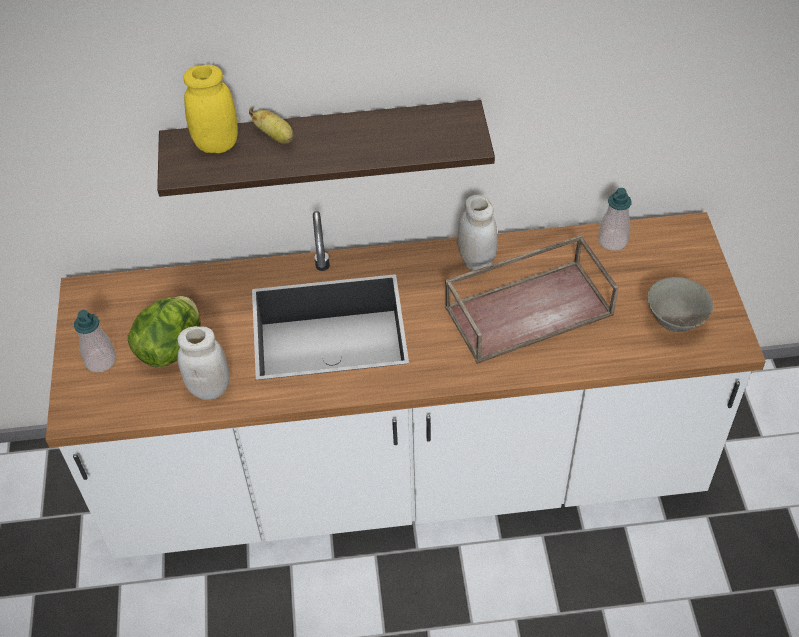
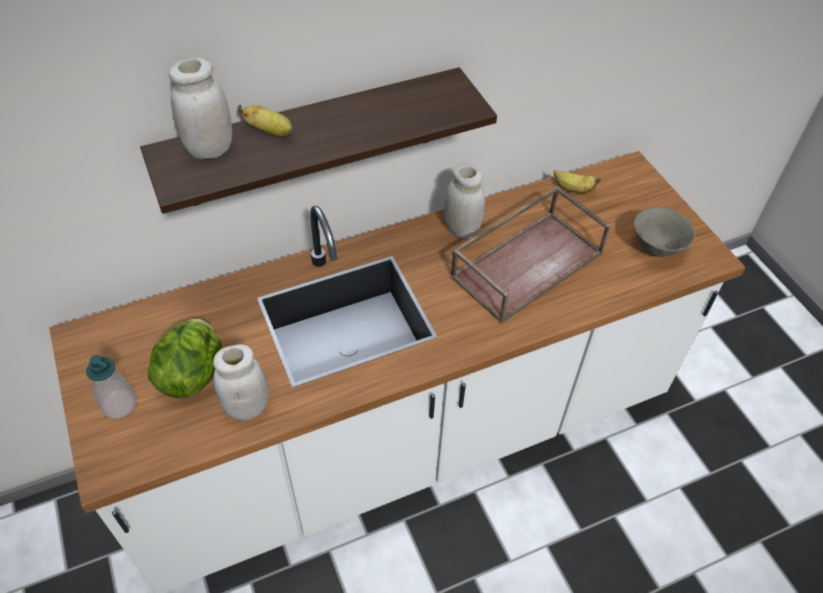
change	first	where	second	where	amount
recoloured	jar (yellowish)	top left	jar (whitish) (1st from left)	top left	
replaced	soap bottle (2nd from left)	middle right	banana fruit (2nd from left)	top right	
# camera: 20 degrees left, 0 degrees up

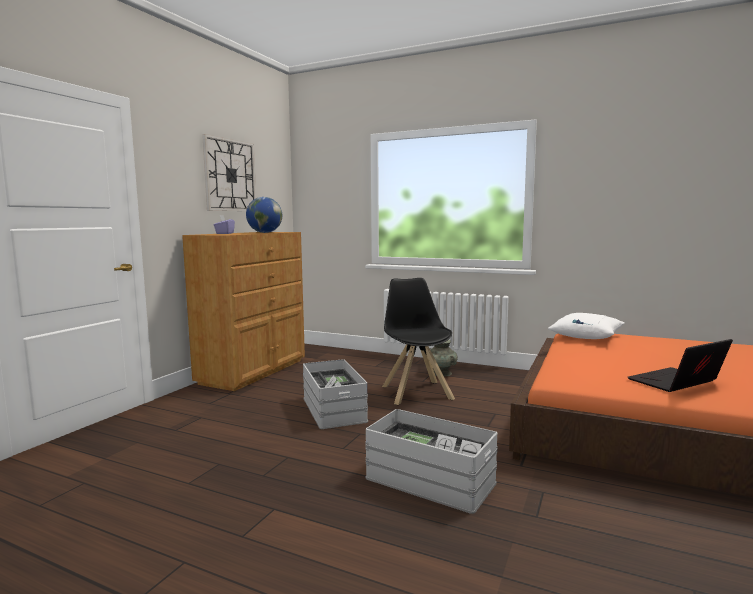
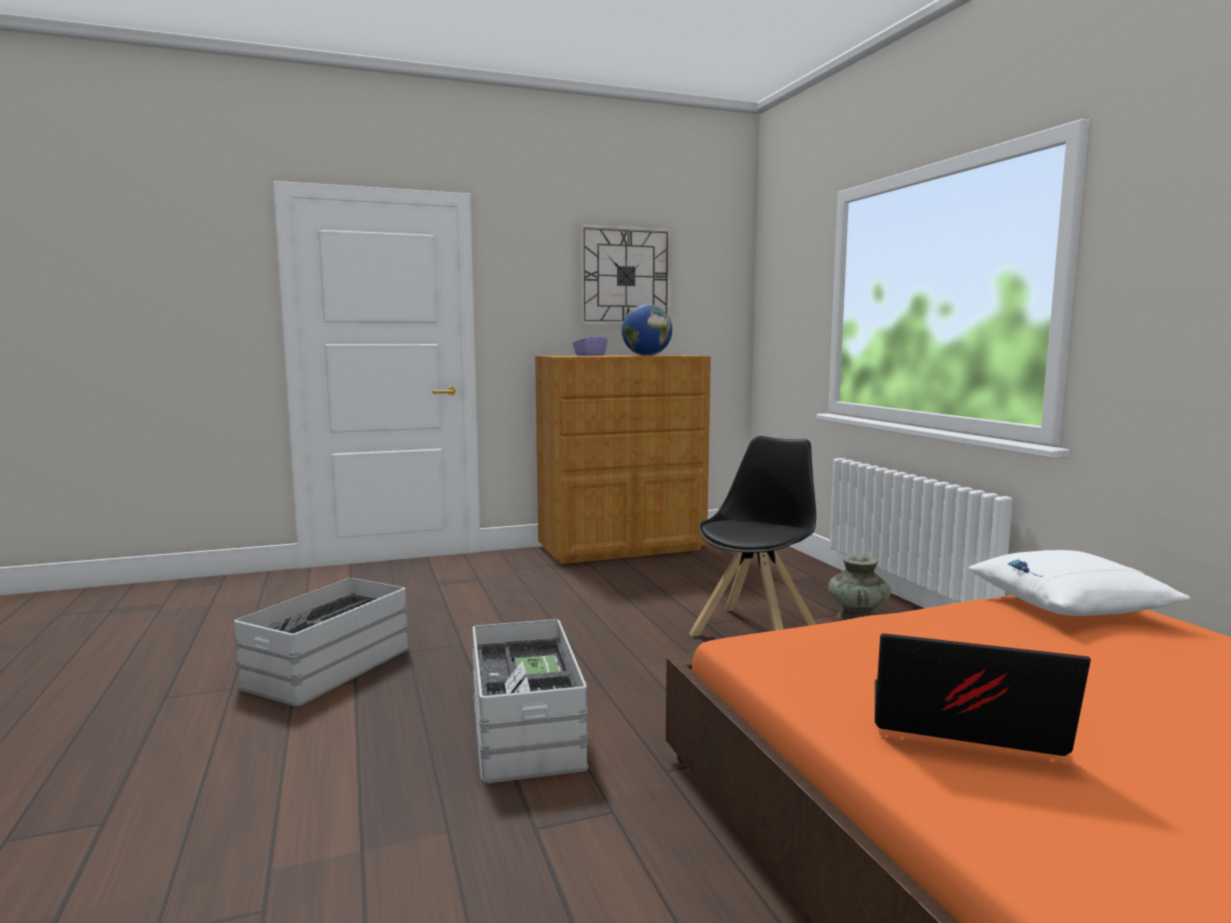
change	first	where	second	where	amount
moved	storage bin (grey) (1st from left)	centre		bottom left	
# camera: 45 degrees right, 0 degrees up

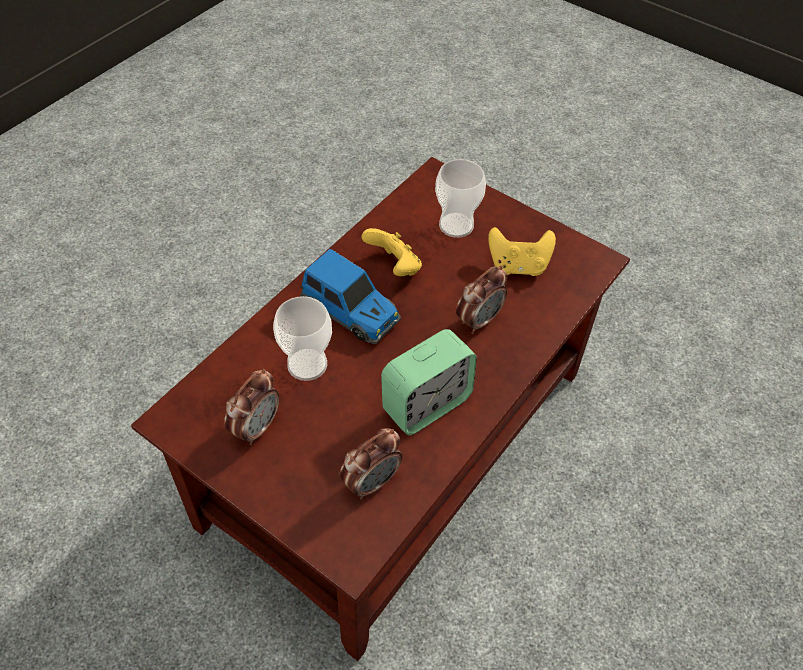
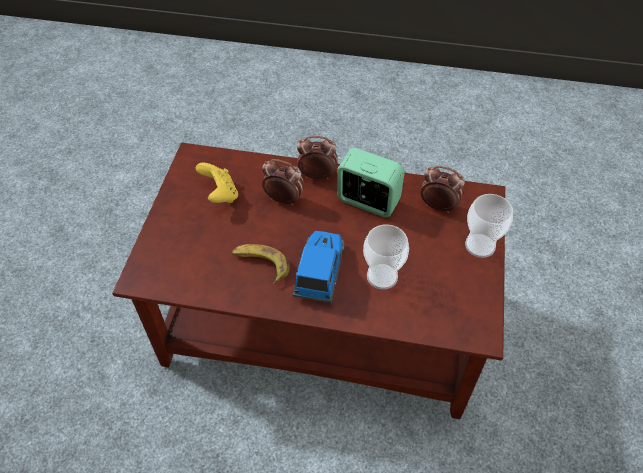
change	first	where	second	where	amount
replaced	gamepad (yellowish) (1st from left)	centre	banana fruit	centre	
moved	alarm clock (1st from left in the first image)	middle left	alarm clock (2nd from left)	centre	
moved	small cup (2nd from left)	top centre		middle right	
# camera: 115 degrees left, 0 degrees up

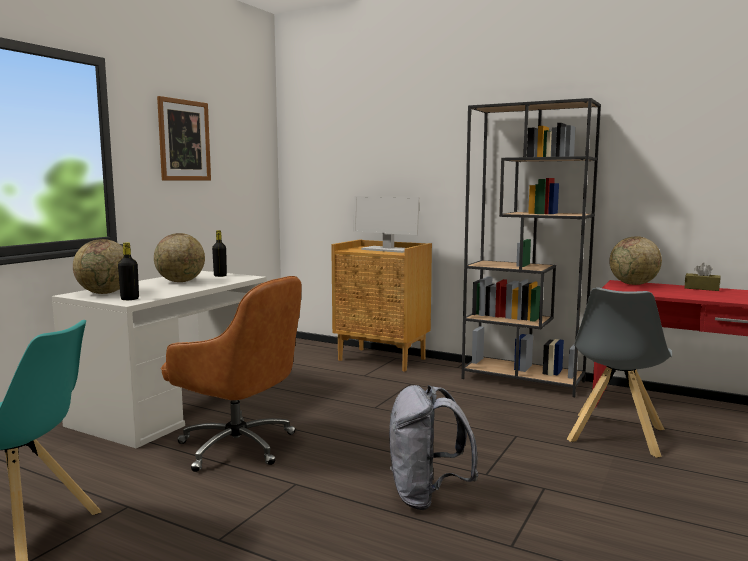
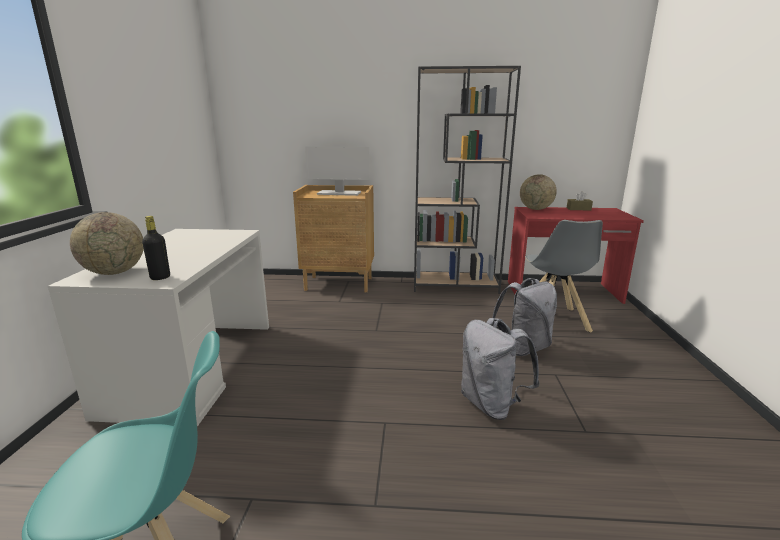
change	first	where	second	where	amount
added			backpack (grey) (2nd from left)	middle right	
removed	world globe (2nd from left)	middle left			
removed	wall art	top left			
removed	desk chair (brown)	bottom left			
removed	beverage bottle (black) (2nd from left)	middle left			
# camera: 25 degrees left, 10 degrees up

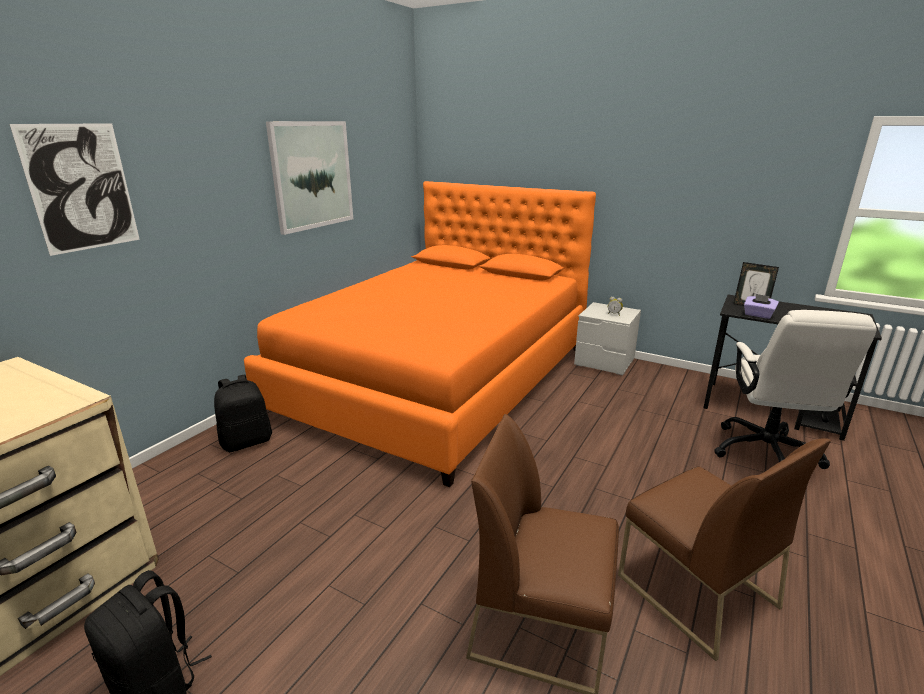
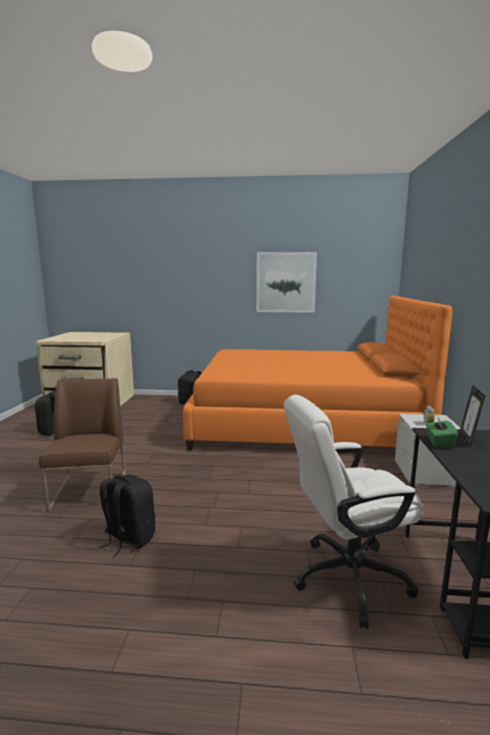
change	first	where	second	where	amount
replaced	upright chair (brown) (2nd from left)	bottom right	backpack (black) (2nd from left)	bottom left	
recoloured	tissue holder (purple)	middle right	tissue holder (greenish)	middle right	
removed	wall art (1st from left)	top left			
# camera: 65 degrees right, 10 degrees down

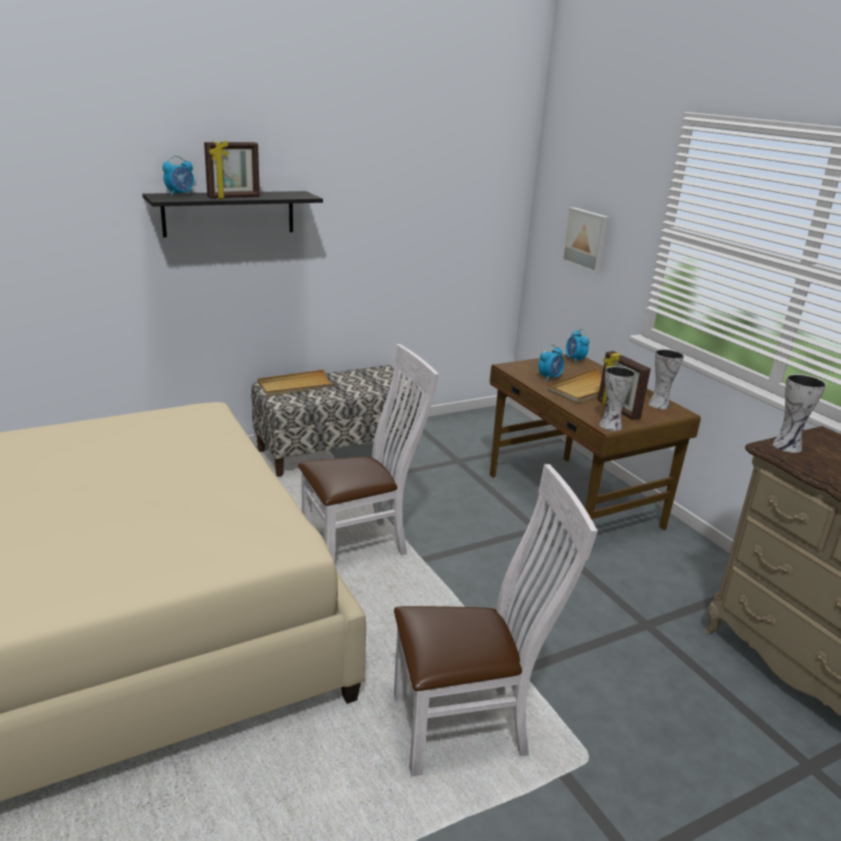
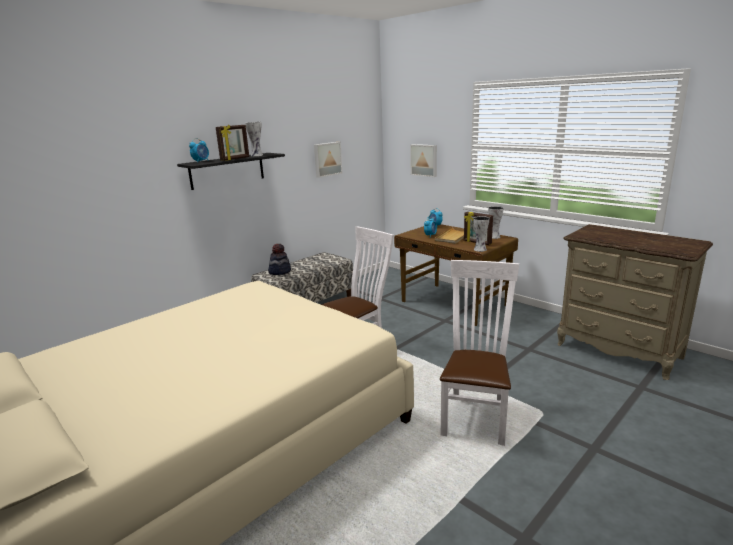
change	first	where	second	where	amount
moved	vase (3rd from left in the first image)	middle right	vase (1st from left)	top centre	
replaced	serving tray (beige) (1st from left)	centre	hat	centre	
added			wall art (1st from left)	top centre	
turned	upright chair (whitish) (2nd from left)	bottom centre		centre	45 degrees counterclockwise
# camera: 15 degrees left, 5 degrees down

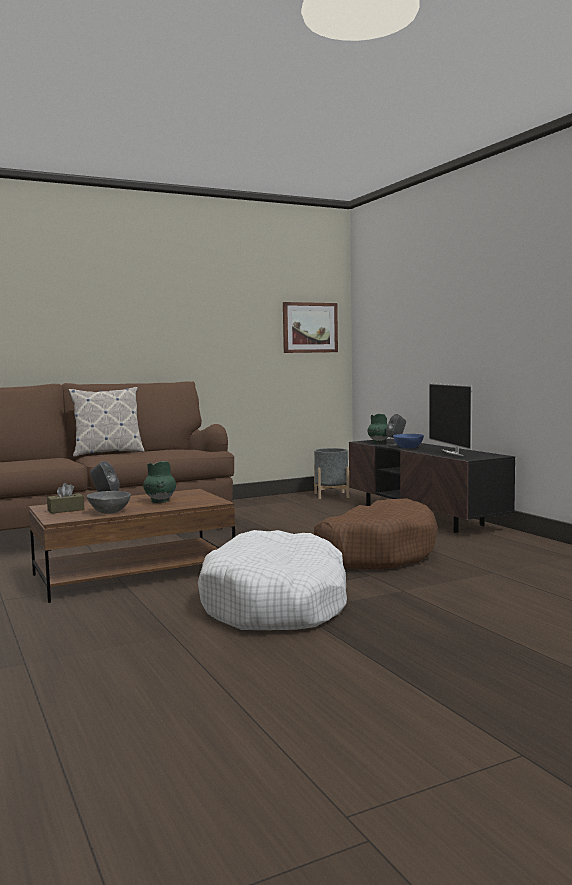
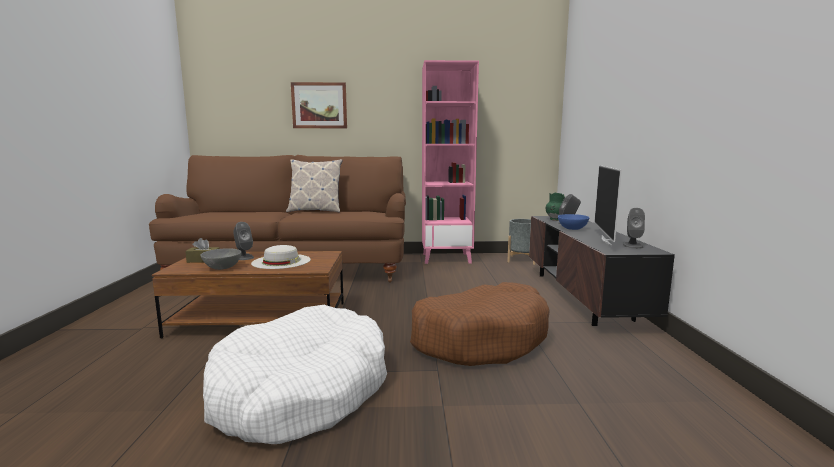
change	first	where	second	where	amount
replaced	vase (greenish) (1st from left)	middle left	hat (whitish)	centre	
moved	wall art	centre		top centre	
added			bookshelf (pink)	centre	
added			speaker (grey) (3rd from left)	middle right	
# camera: 25 degrees right, 5 degrees up

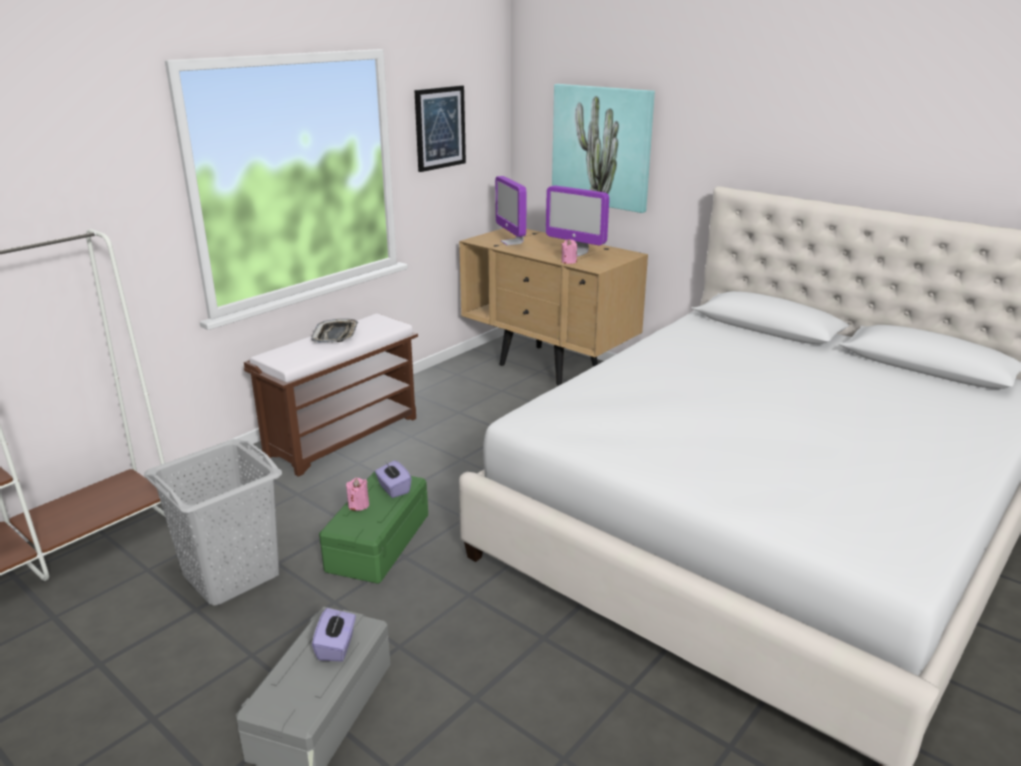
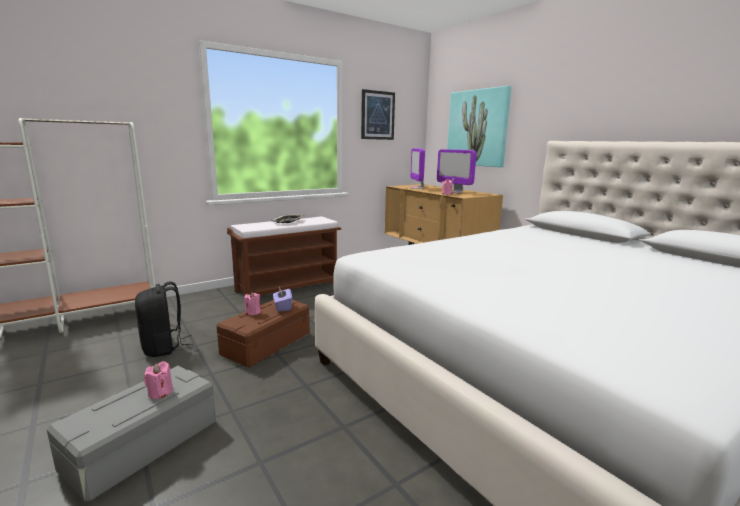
change	first	where	second	where	amount
replaced	laundry basket (grey)	bottom left	backpack (black)	middle left	
replaced	tissue holder (purple) (1st from left)	bottom left	wax candle (pink) (1st from left)	bottom left	
recoloured	storage bin (greenish)	bottom centre	storage bin (brown)	centre	
# camera: 15 degrees right, 10 degrees down

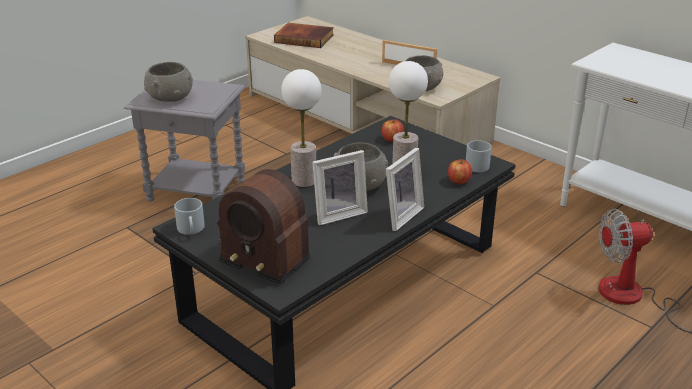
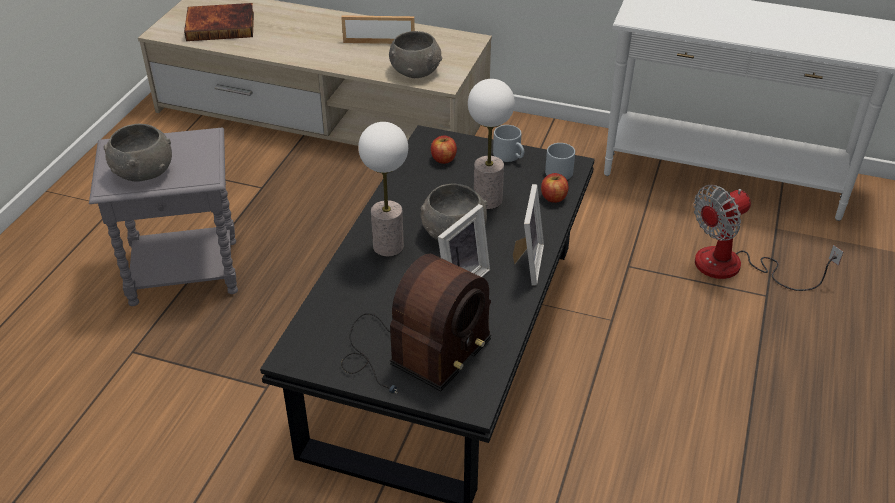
change	first	where	second	where	amount
turned	radio set	centre		centre	60 degrees counterclockwise
moved	tea mug (grey) (1st from left)	middle left		top centre	
# camera: 25 degrees left, 10 degrees up

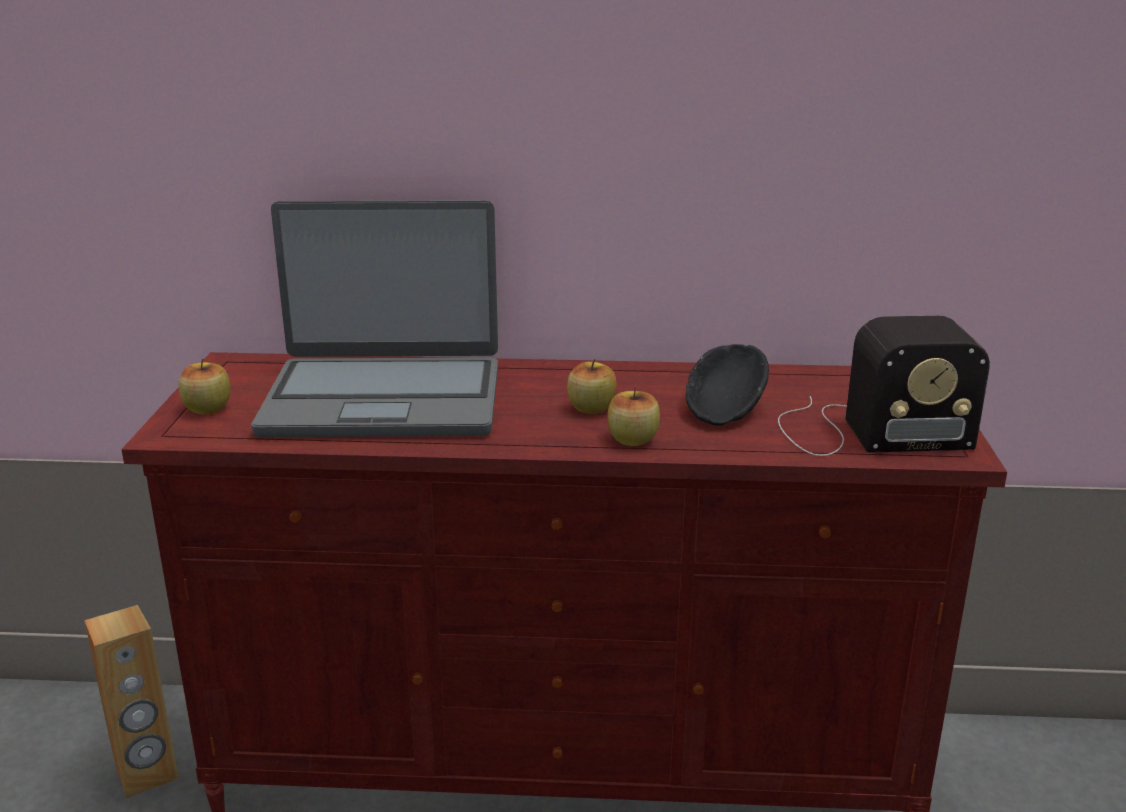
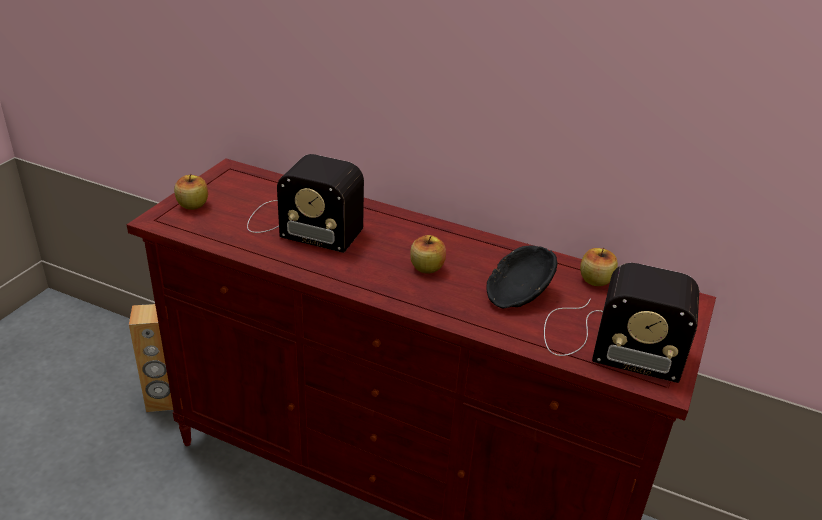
change	first	where	second	where	amount
replaced	laptop	middle left	radio set (1st from left)	centre	
moved	apple (3rd from left)	centre		middle right	
# camera: 20 degrees right, 10 degrees up

